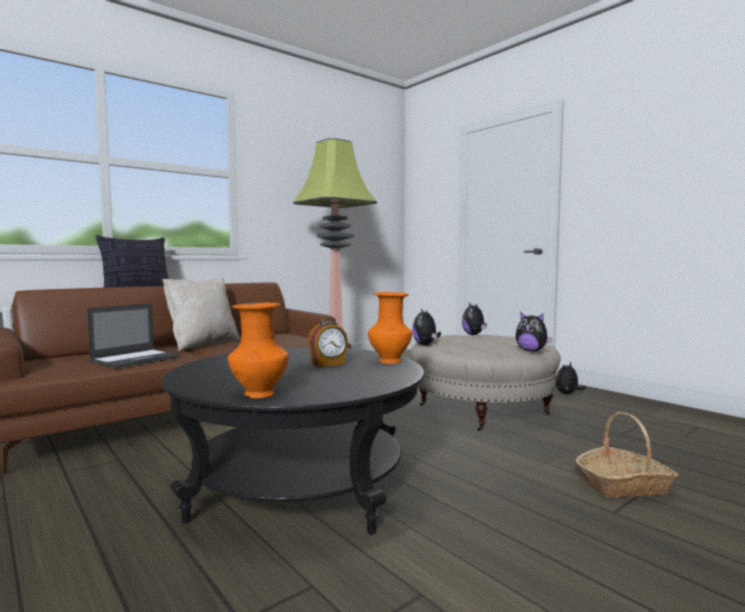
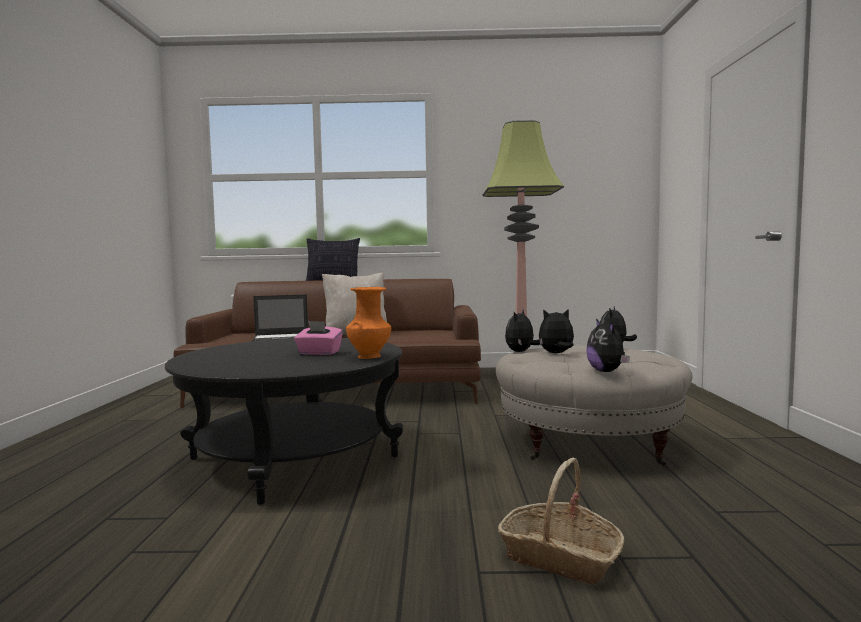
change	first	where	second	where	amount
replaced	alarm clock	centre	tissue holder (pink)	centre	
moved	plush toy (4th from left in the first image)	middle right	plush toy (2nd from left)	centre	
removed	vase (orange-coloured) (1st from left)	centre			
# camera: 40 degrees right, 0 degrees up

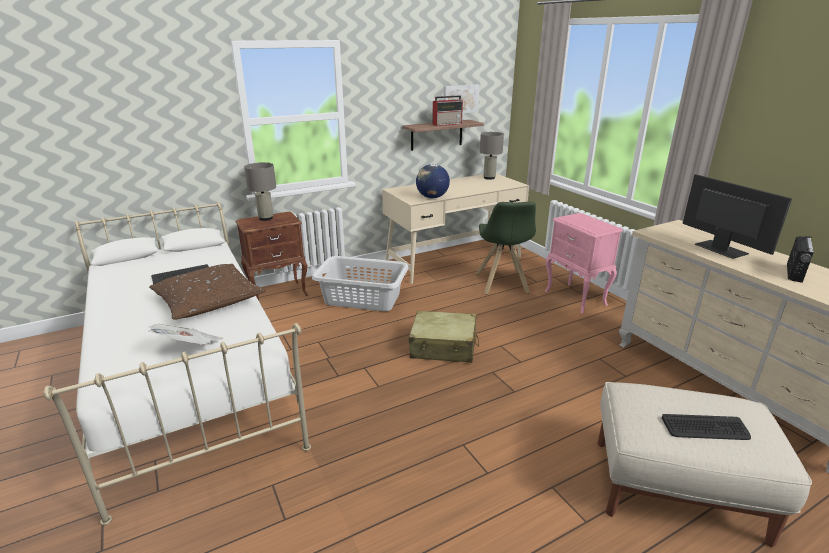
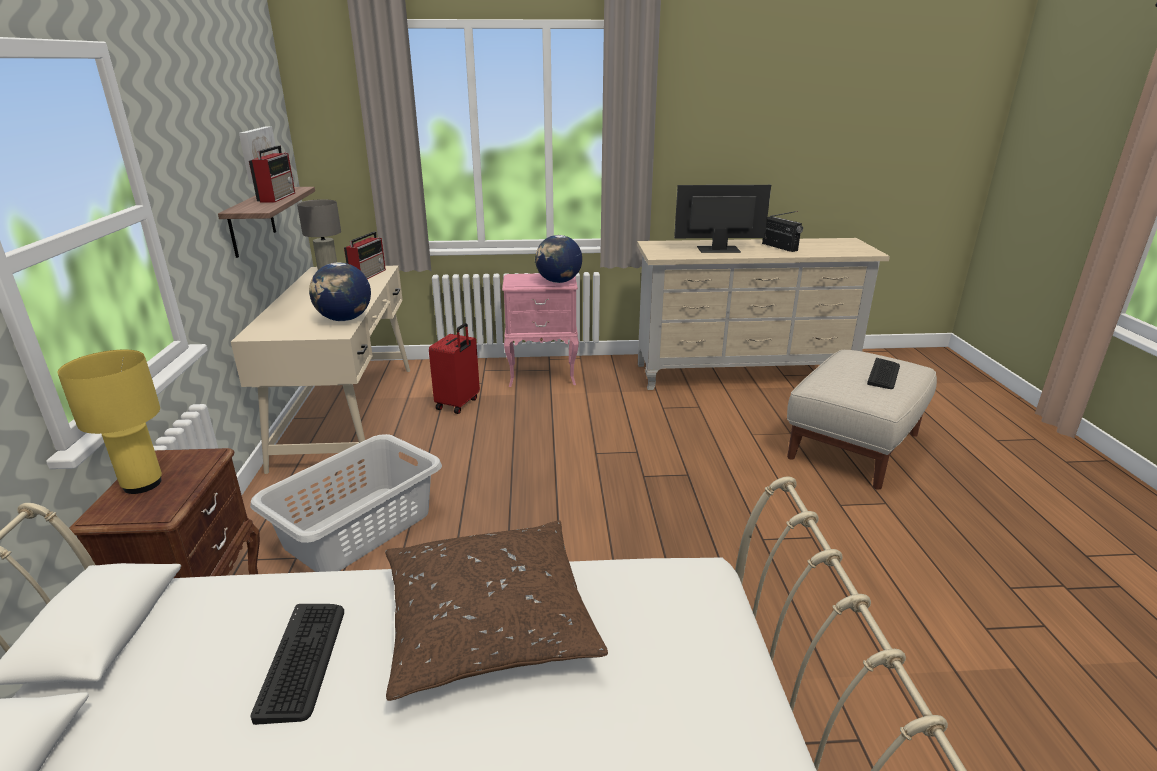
change	first	where	second	where	amount
recoloured	tabletop lamp (grey) (1st from left)	middle left	tabletop lamp (yellowish)	middle left	
added			radio set (2nd from left)	top left	
replaced	upright chair (greenish)	centre	travel case (red)	centre	
added			world globe (2nd from left)	centre	
removed	daily paper	middle left			
removed	travel case (beige)	centre			
# camera: 65 degrees left, 0 degrees up

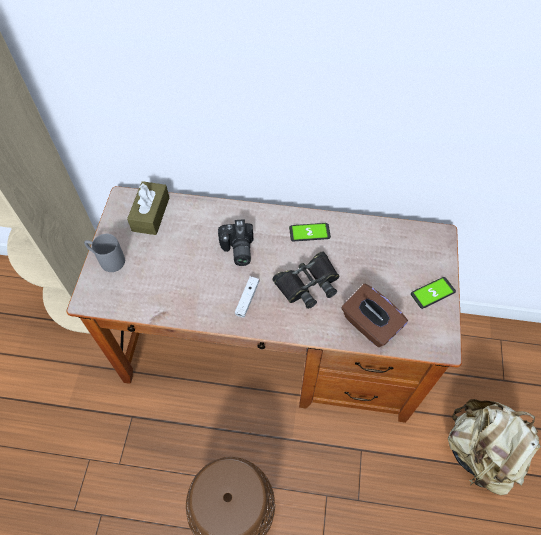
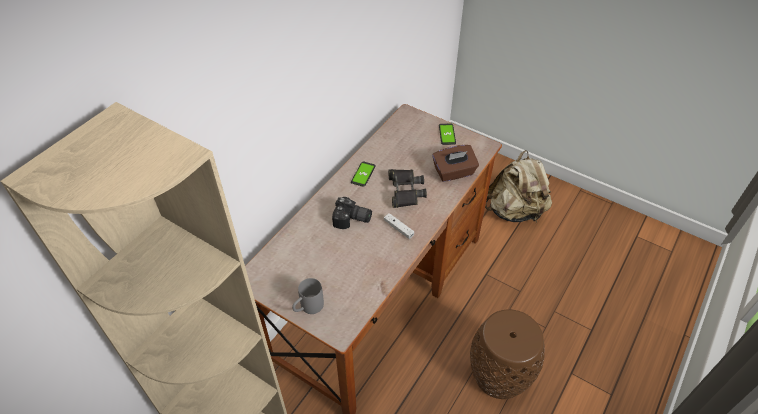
change	first	where	second	where	amount
removed	tissue holder (brown) (1st from left)	middle left			
# camera: 65 degrees left, 10 degrees down

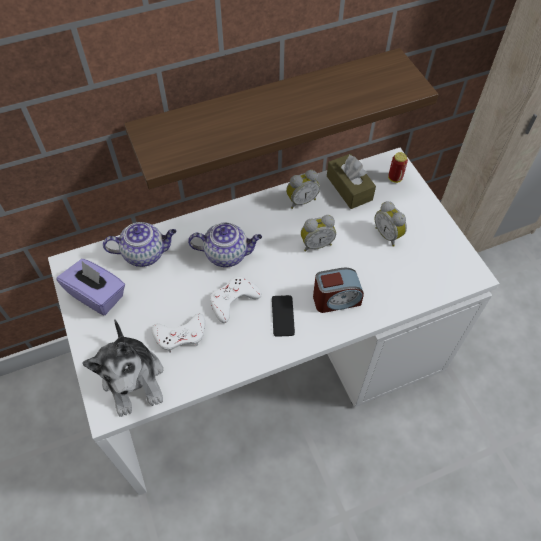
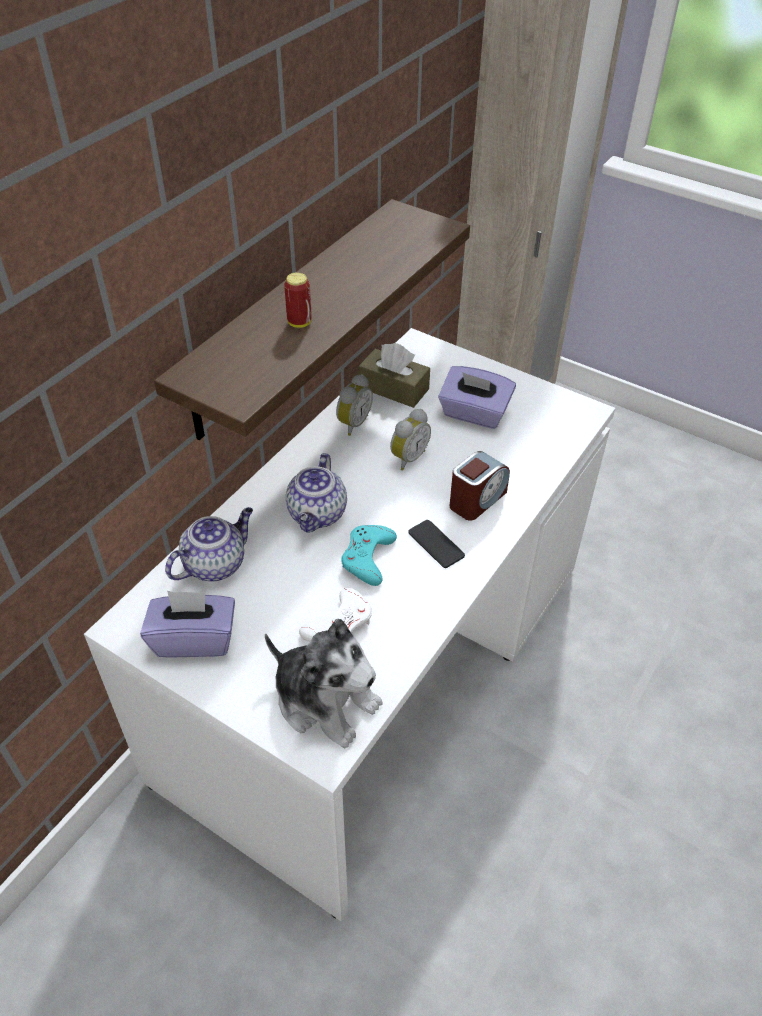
change	first	where	second	where	amount
moved	metal can	top right		top centre	
turned	teapot (2nd from left)	centre		centre	135 degrees clockwise
recoloured	gamepad (whitish) (2nd from left)	centre	gamepad (turquoise)	centre	
replaced	alarm clock (4th from left)	middle right	tissue holder (purple) (2nd from left)	centre	
# camera: 35 degrees left, 10 degrees down

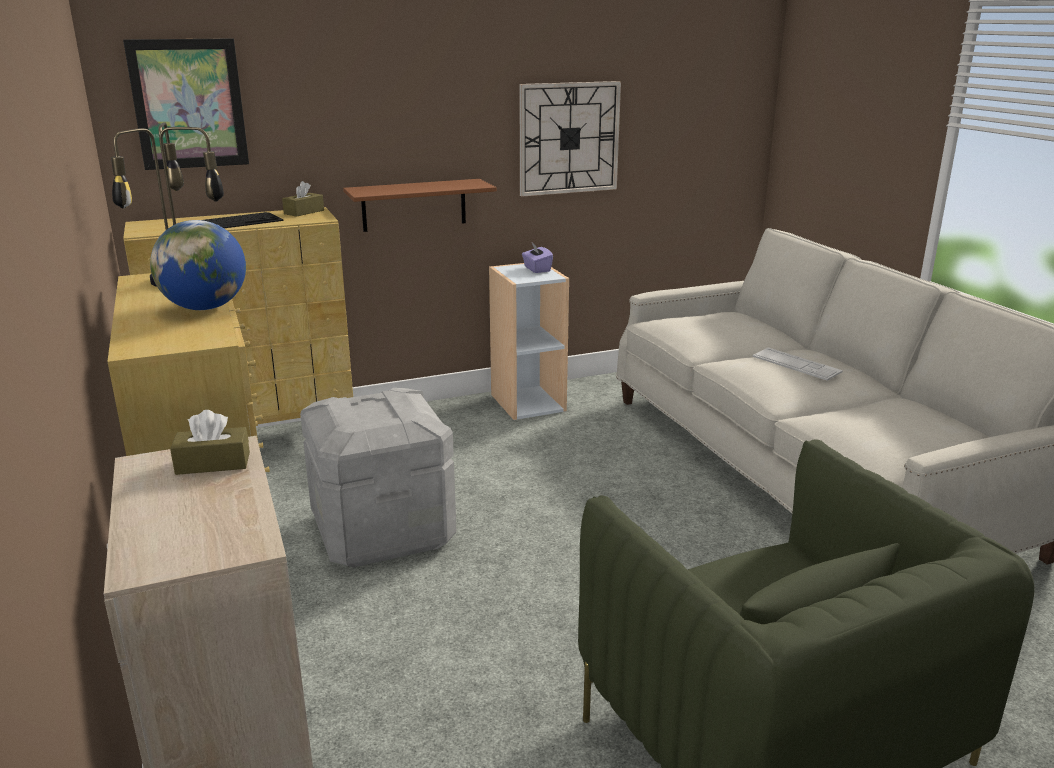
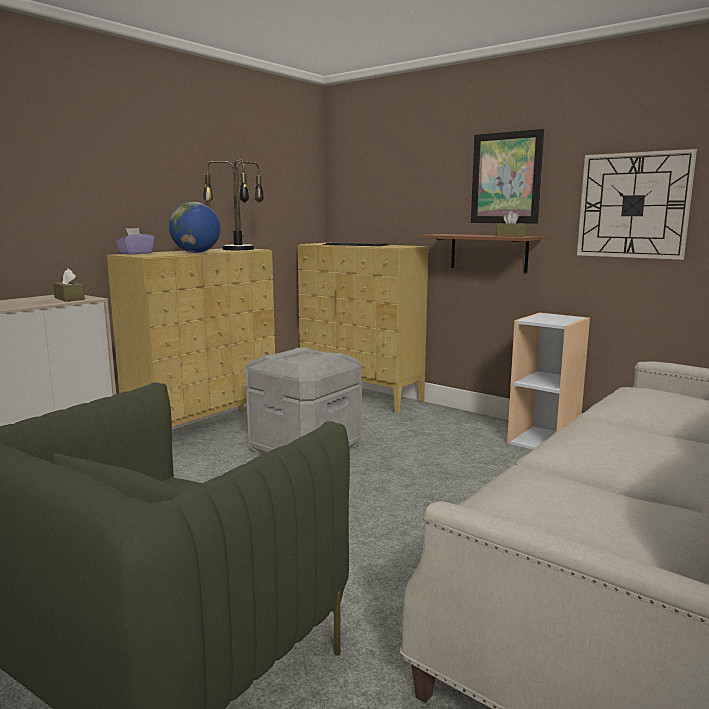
change	first	where	second	where	amount
moved	tissue holder (purple)	centre		middle left	
moved	wall art	top left		top right	
moved	tissue holder (brown) (2nd from left)	top left		top right	
removed	PC keyboard (2nd from left)	middle right			
# camera: 60 degrees right, 10 degrees down

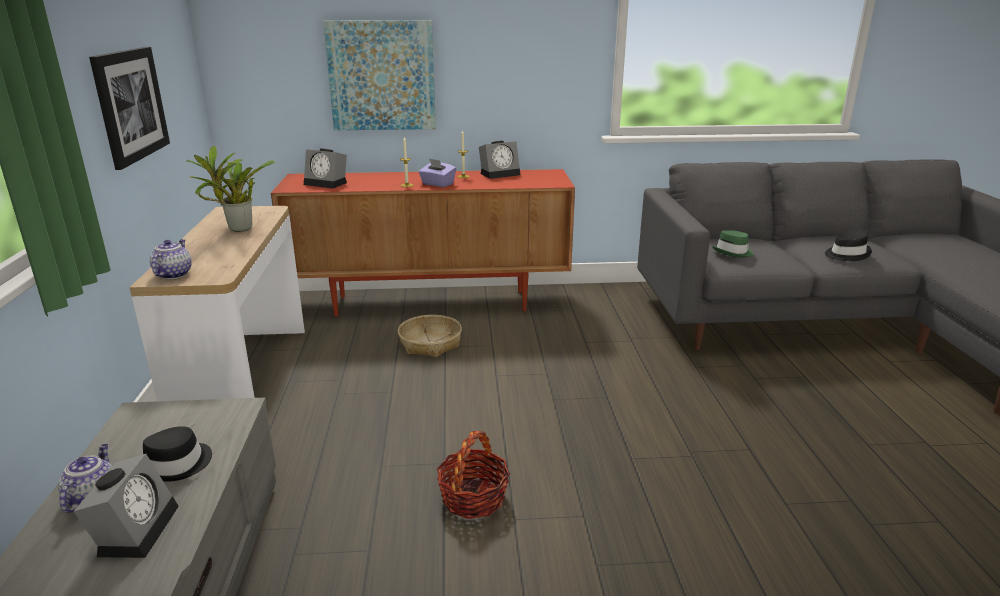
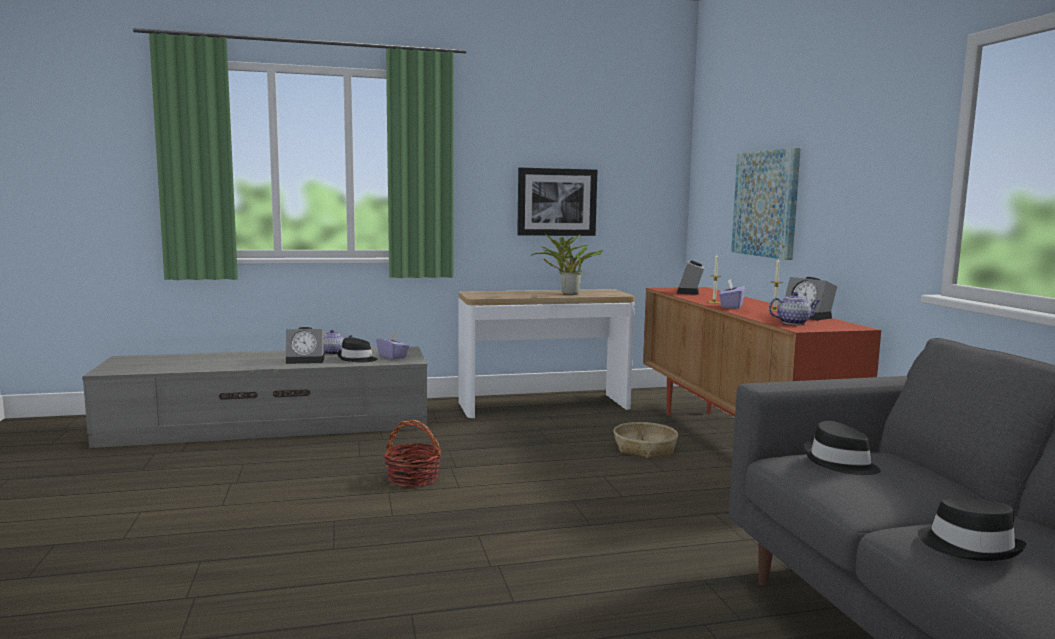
change	first	where	second	where	amount
added			tissue holder (purple) (1st from left)	centre	
moved	teapot (2nd from left)	middle left		middle right	
recoloured	hat (greenish)	middle right	hat (black) (2nd from left)	bottom right	
# camera: 80 degrees right, 15 degrees down

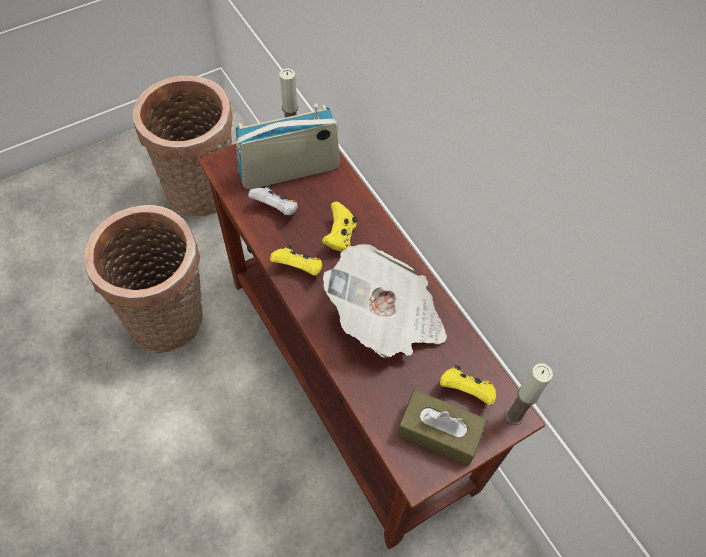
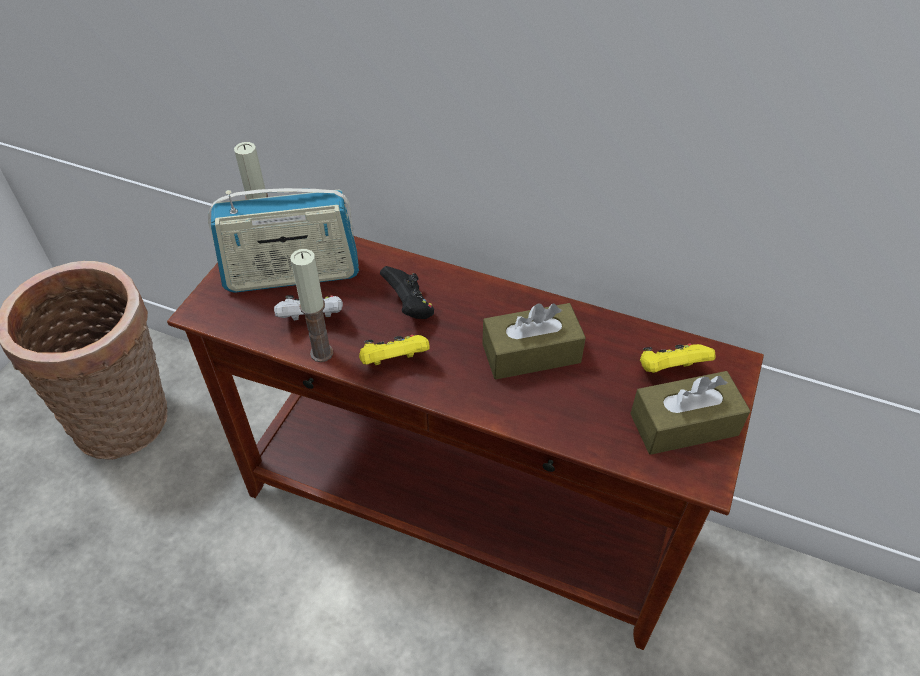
change	first	where	second	where	amount
turned	radio set	top centre		middle left	135 degrees counterclockwise
moved	wax candle (2nd from left)	bottom right		centre	
recoloured	gamepad (yellowish) (2nd from left)	centre	gamepad (black)	centre	
replaced	daily paper	centre	tissue holder (brown) (1st from left)	centre	
removed	household basket (1st from left)	middle left			
# camera: 35 degrees left, 10 degrees down

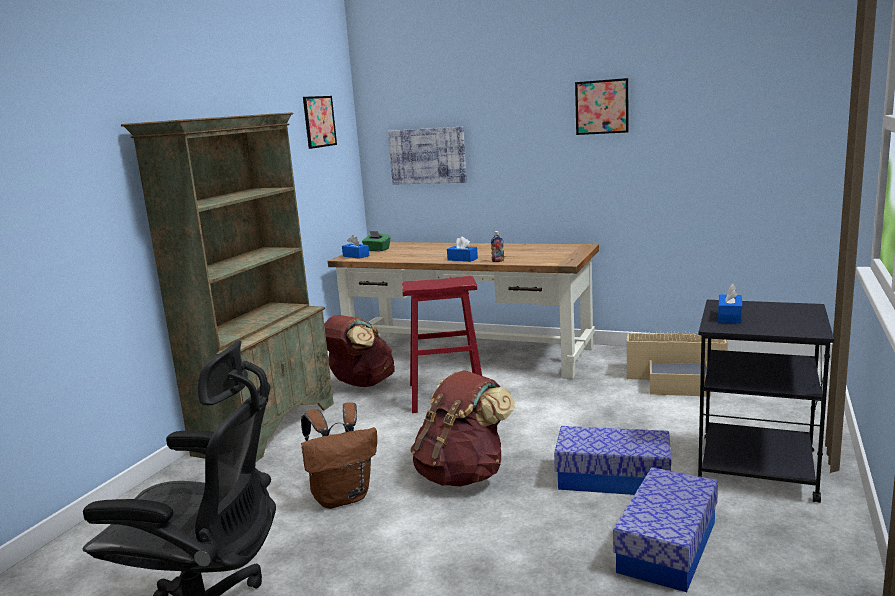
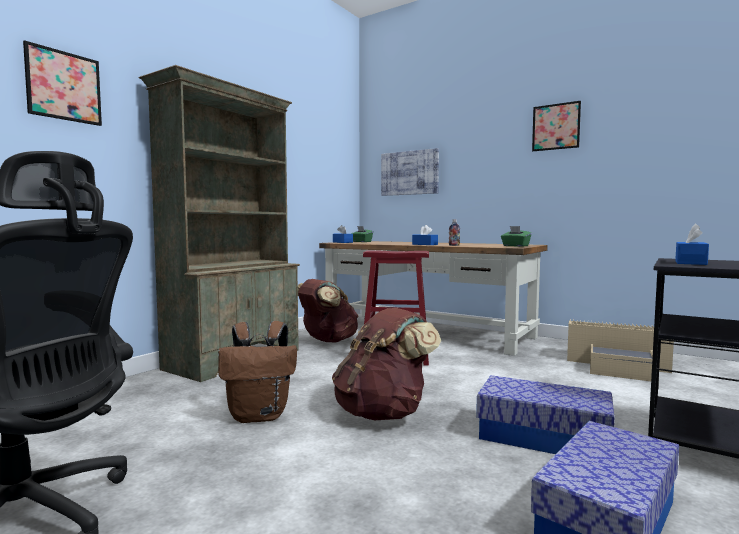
change	first	where	second	where	amount
moved	wall art (1st from left)	top centre		top left	
added			tissue holder (greenish) (2nd from left)	middle right	
# camera: 10 degrees right, 10 degrees down

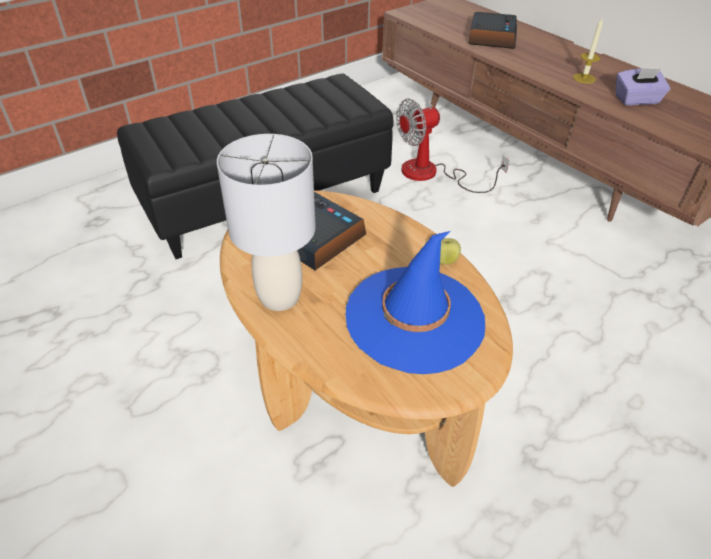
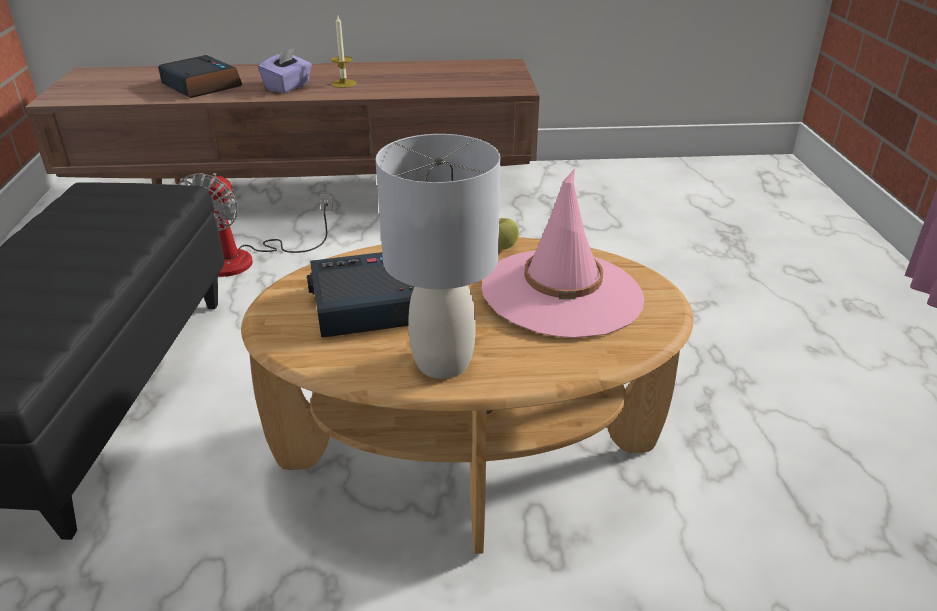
change	first	where	second	where	amount
moved	tissue holder (purple)	top right		top left	
recoloured	hat (blue)	centre	hat (pink)	centre	
# camera: 55 degrees left, 10 degrees down

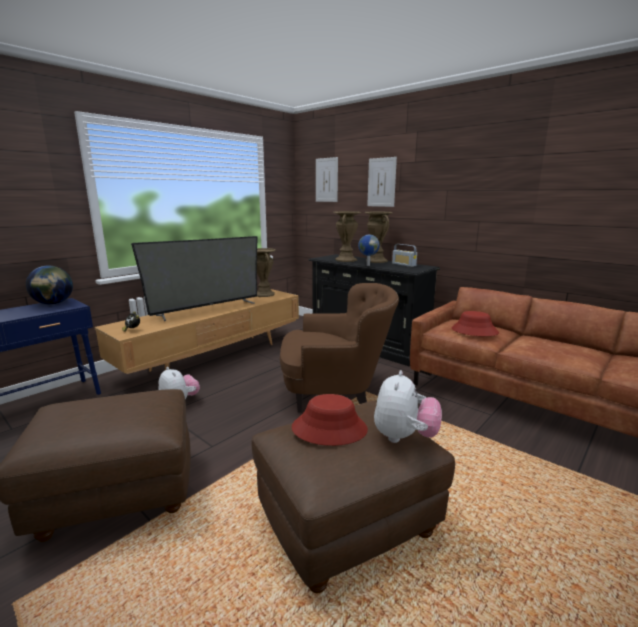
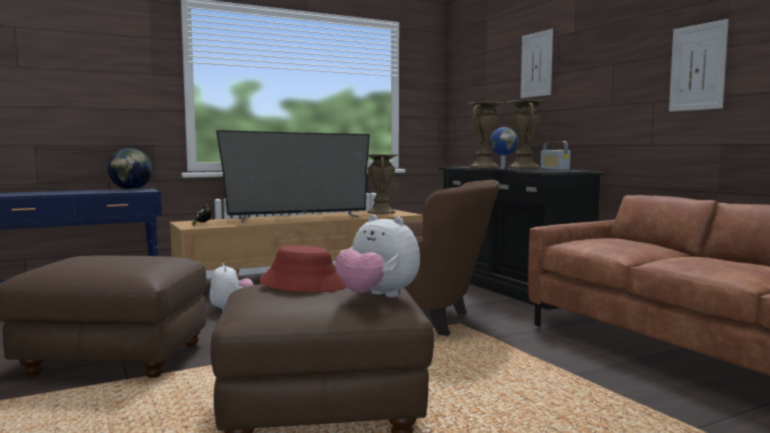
change	first	where	second	where	amount
turned	plush toy (2nd from left)	centre		centre	90 degrees clockwise
moved	wall art (1st from left in the first image)	top centre	wall art (2nd from left)	top right	
removed	hat (red) (2nd from left)	middle right			
# camera: 20 degrees right, 10 degrees down

